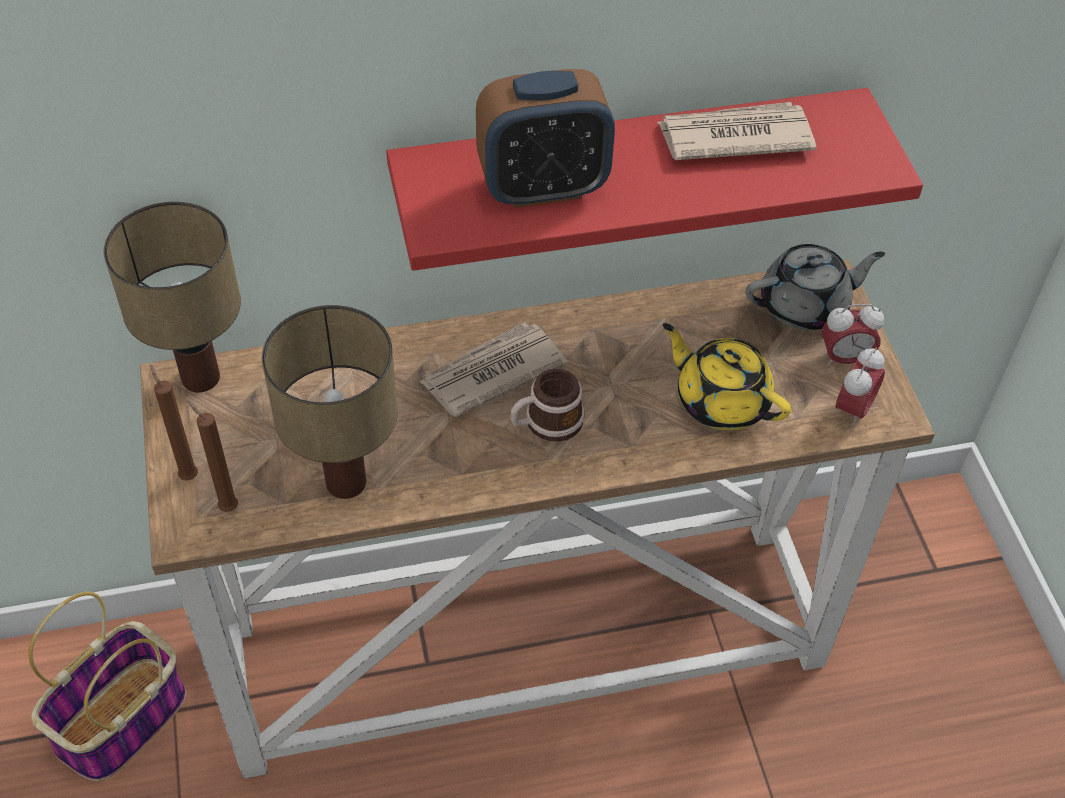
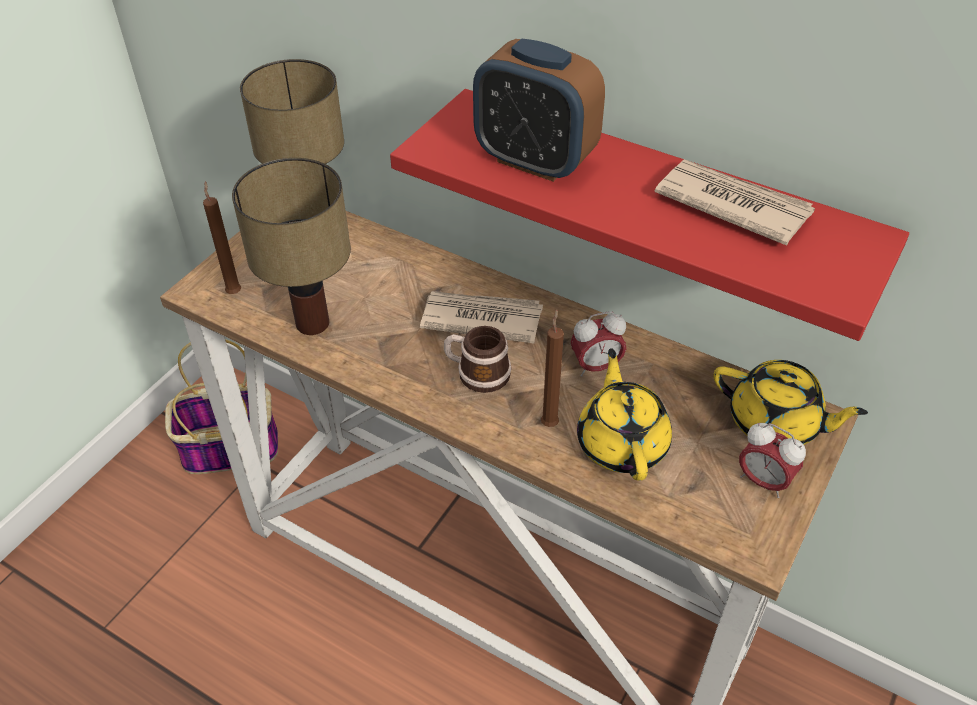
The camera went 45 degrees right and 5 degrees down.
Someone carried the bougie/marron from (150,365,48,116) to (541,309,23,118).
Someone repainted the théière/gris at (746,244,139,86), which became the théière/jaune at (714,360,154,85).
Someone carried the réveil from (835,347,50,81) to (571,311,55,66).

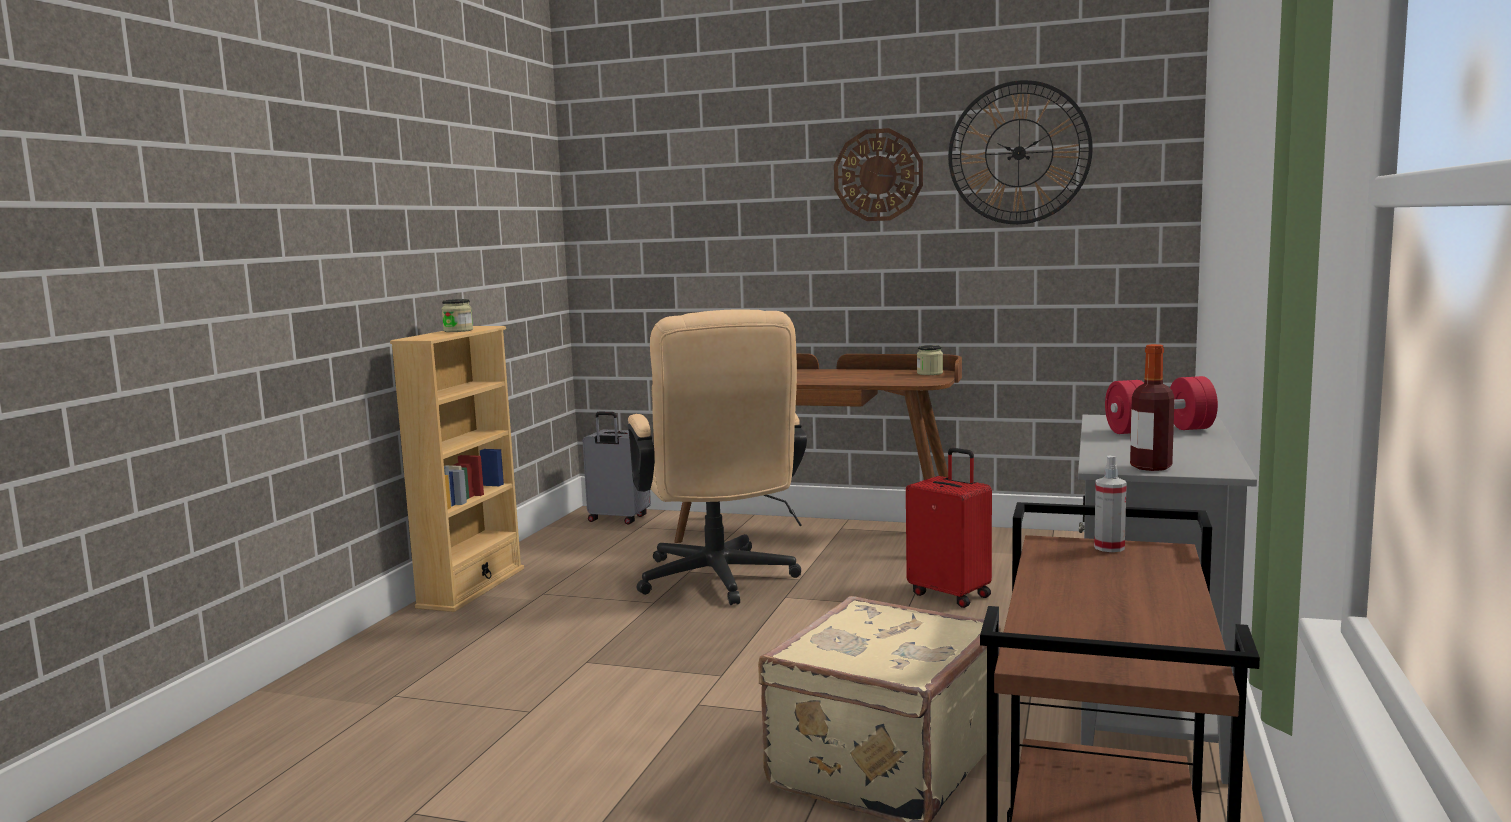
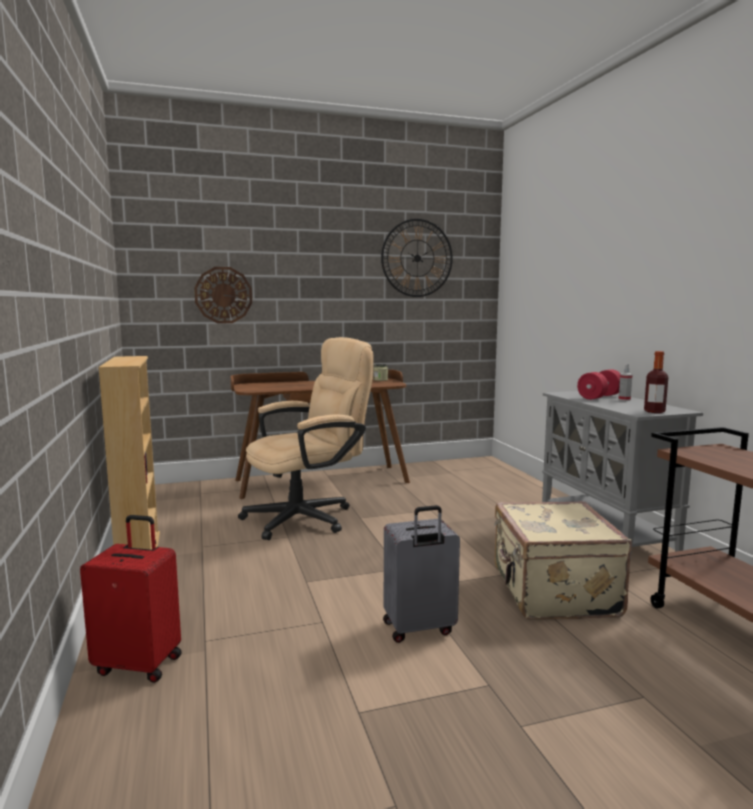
The camera went 35 degrees left and 0 degrees up.
Someone took away the bocal at (441,299,32,33).
Someone carried the valise/gris from (583,411,68,113) to (383,505,77,138).
Someone rotated the chaise de bureau/beige at (628,309,179,296) by 75 degrees counterclockwise.
Someone carried the horloge murale from (834,128,89,93) to (194,267,58,56).
Someone carried the valise/rouge from (906,448,86,160) to (80,515,102,168).
Someone carried the vaporisateur from (1094,456,33,96) to (618,364,15,37).

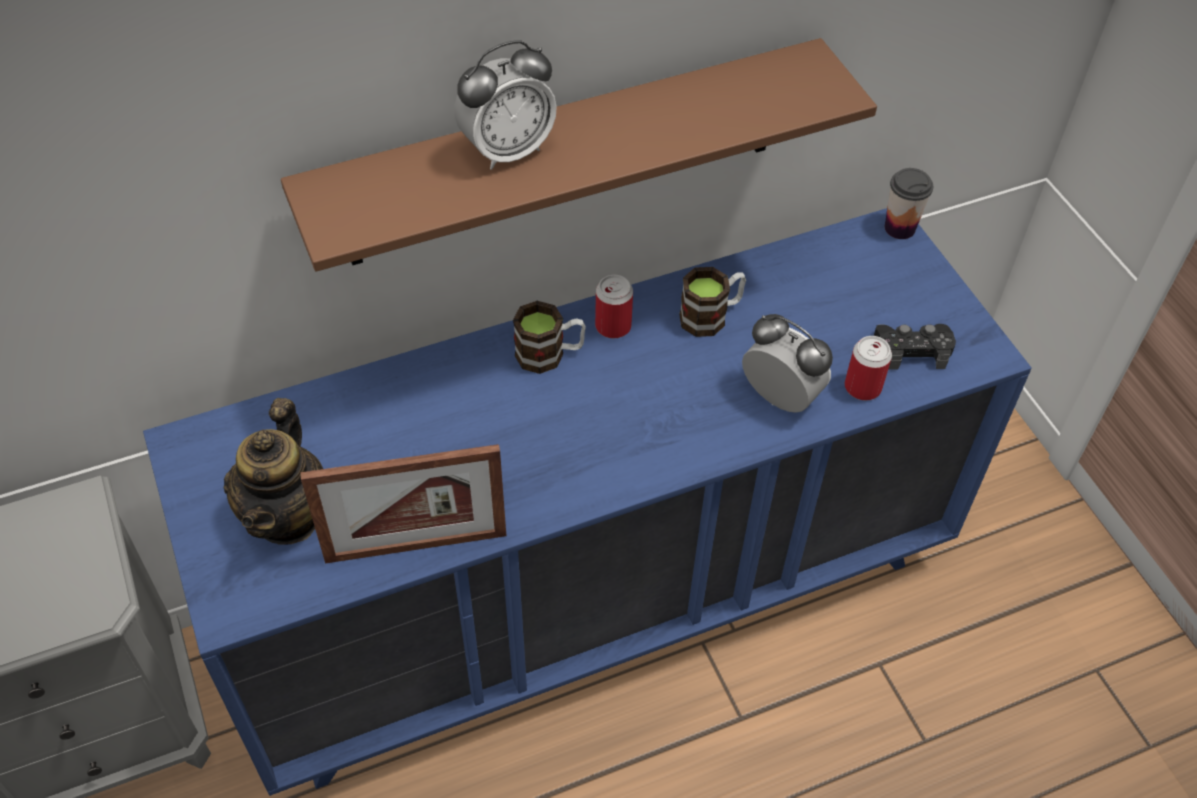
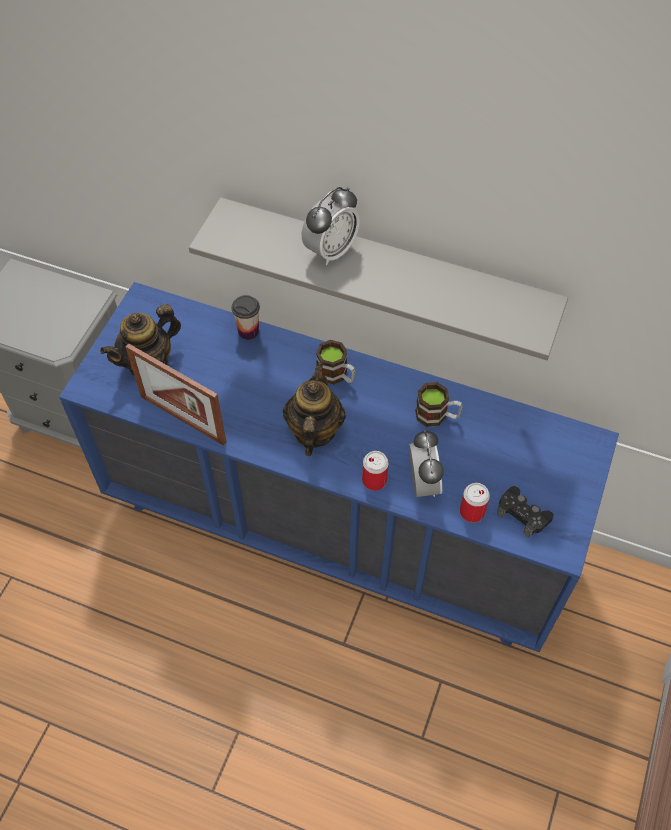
The camera went 45 degrees right and 5 degrees up.
Someone repainted the étagère/marron at (281,38,596,234), which became the étagère/gris at (189,197,379,163).
Someone rotated the réveil at (455,40,102,130) by 60 degrees counterclockwise.
Someone carried the boîte métallique from (595,275,38,63) to (362,451,27,40).
Someone carried the tasse from (885,168,48,71) to (232,295,28,45).
Someone put down the théière at (283,362,63,94).

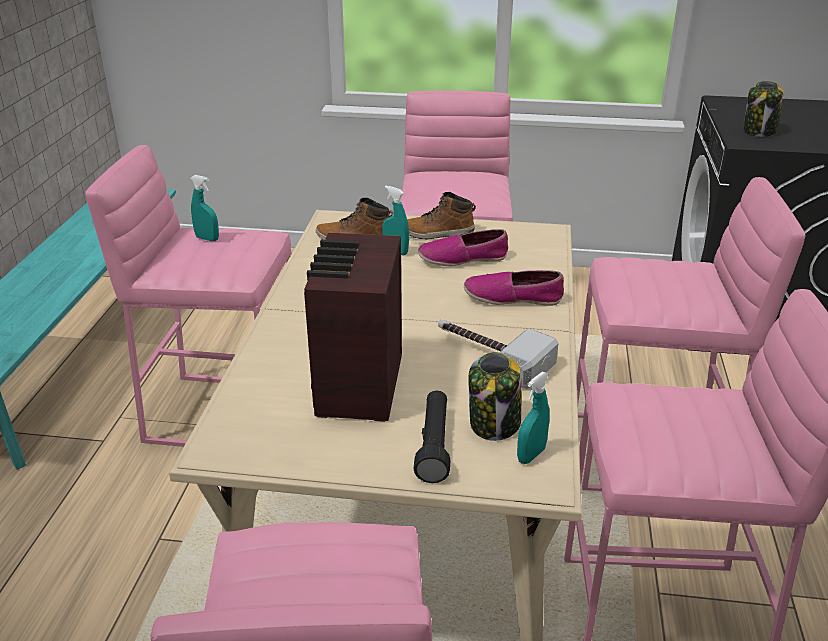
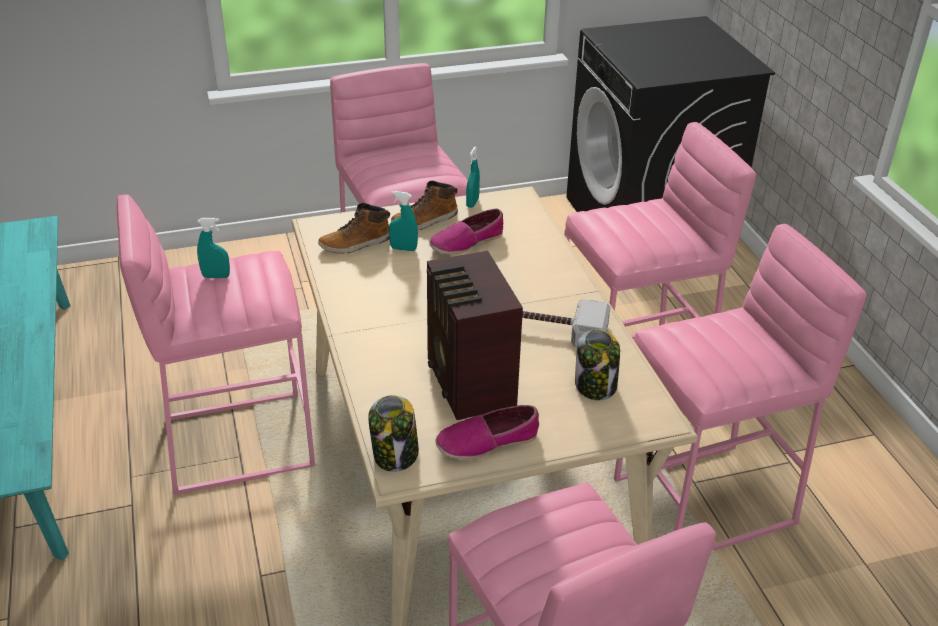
The camera went 25 degrees left and 5 degrees up.
Someone took away the lampe de poche/noir at (414,390,36,93).
Someone carried the chaussure from (464,270,100,36) to (435,405,104,54).
Someone carried the vaporisateur/turquoise from (517,372,33,92) to (466,147,14,61).
Someone carried the bocal from (743,81,40,56) to (368,395,51,77).

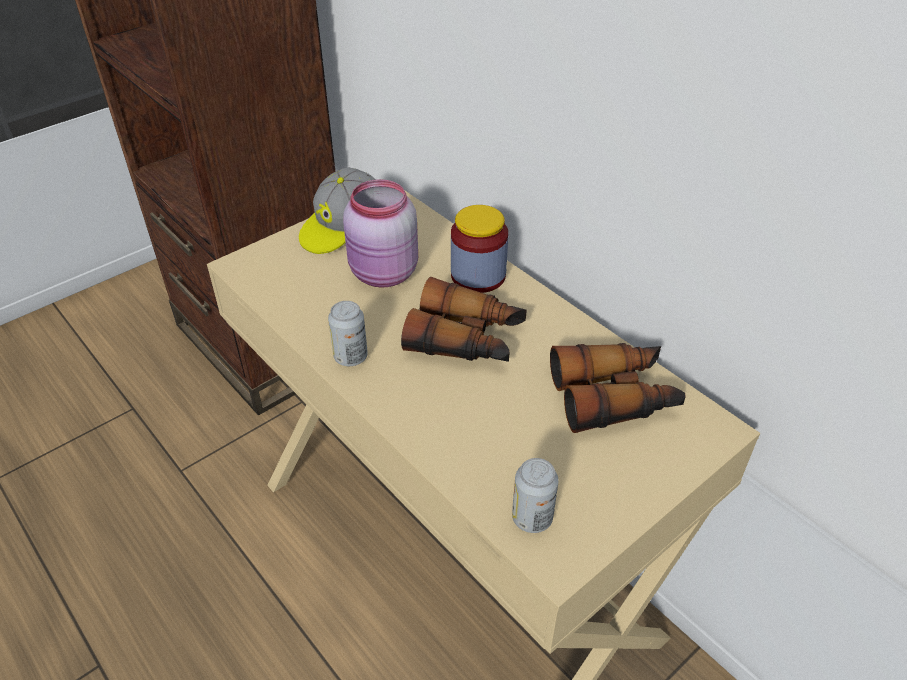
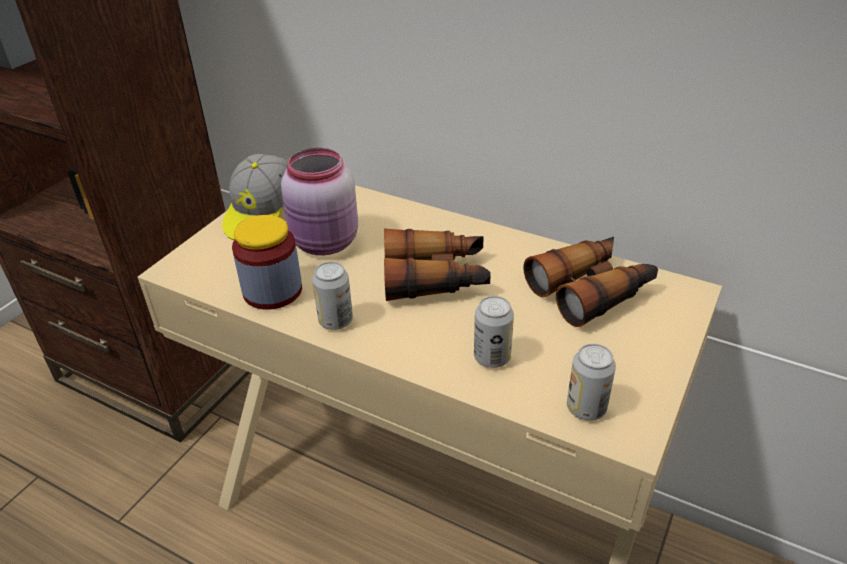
The camera went 20 degrees left and 5 degrees down.
Someone carried the bocal from (451,205,57,88) to (232,215,70,95).
Someone put down the boîte métallique at (474,296,40,72).

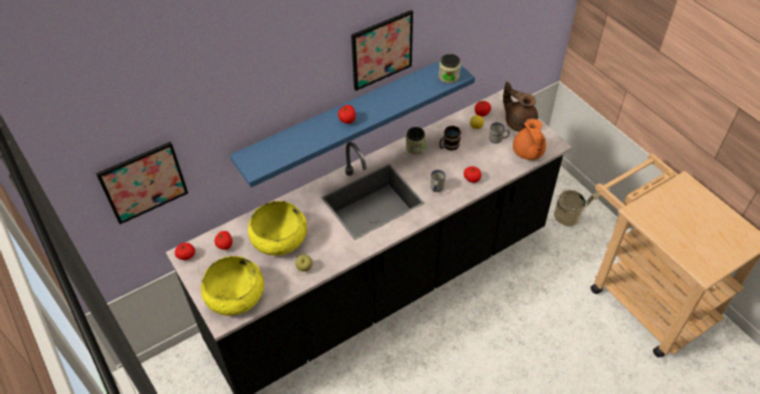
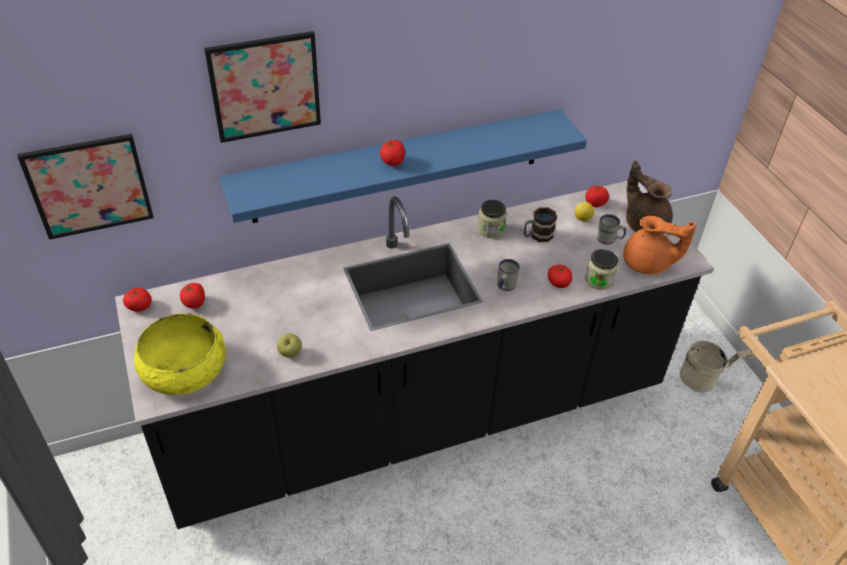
The camera went 10 degrees right and 5 degrees down.
Someone took away the bol/jaune at (248,201,59,55).
Someone carried the tableau from (351,10,62,81) to (204,31,117,112).
Someone carried the bocal from (439,54,22,29) to (585,249,33,41).
Someone rotated the théière/orange at (513,119,33,41) by 75 degrees counterclockwise.

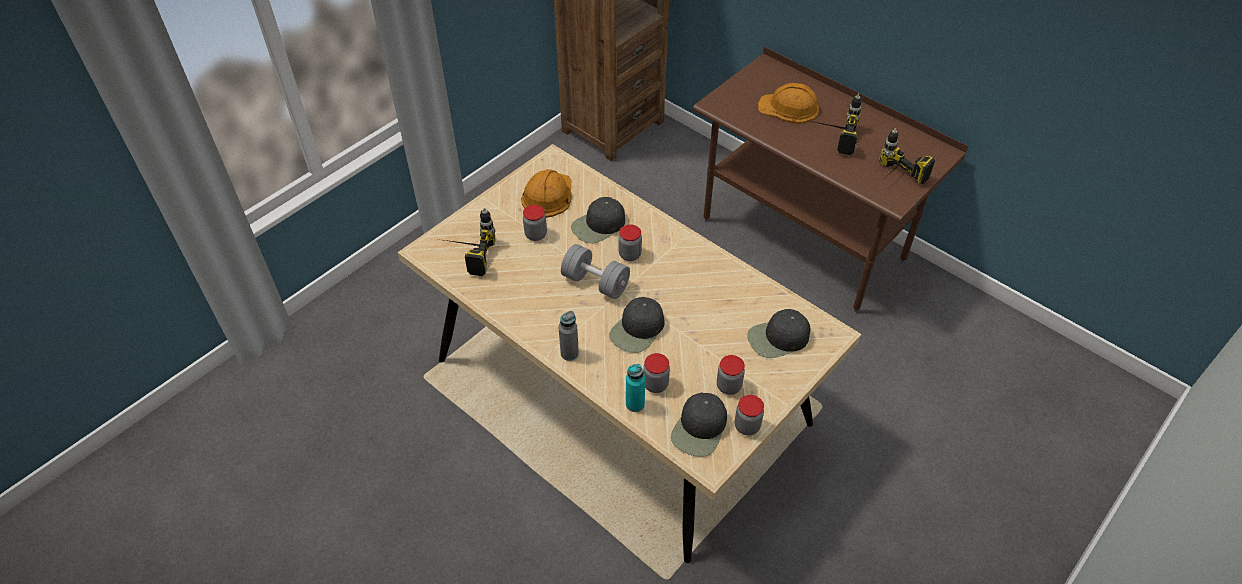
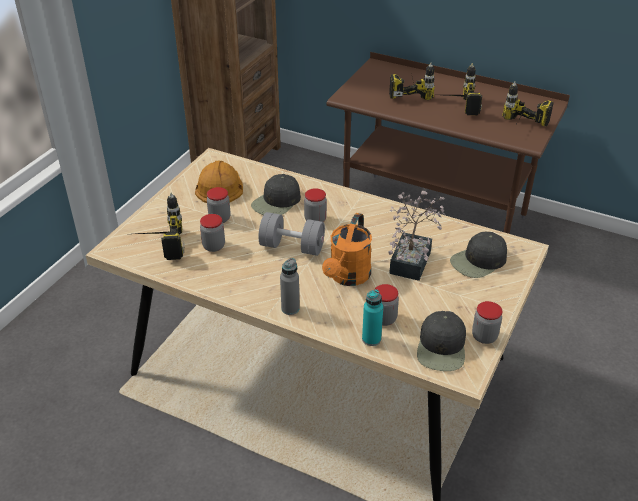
The camera went 15 degrees left and 10 degrees down.
Someone swapped the casquette/noir at (609,297,56,56) for the arrosoir/orange at (322,213,50,73).
Someone carried the bocal from (717,355,28,40) to (200,214,25,38).
Someone swapped the casque de chantier/orange at (758,83,61,41) for the perceuse at (389,62,46,38).
Someone put down the plante en pot at (388,191,57,90).

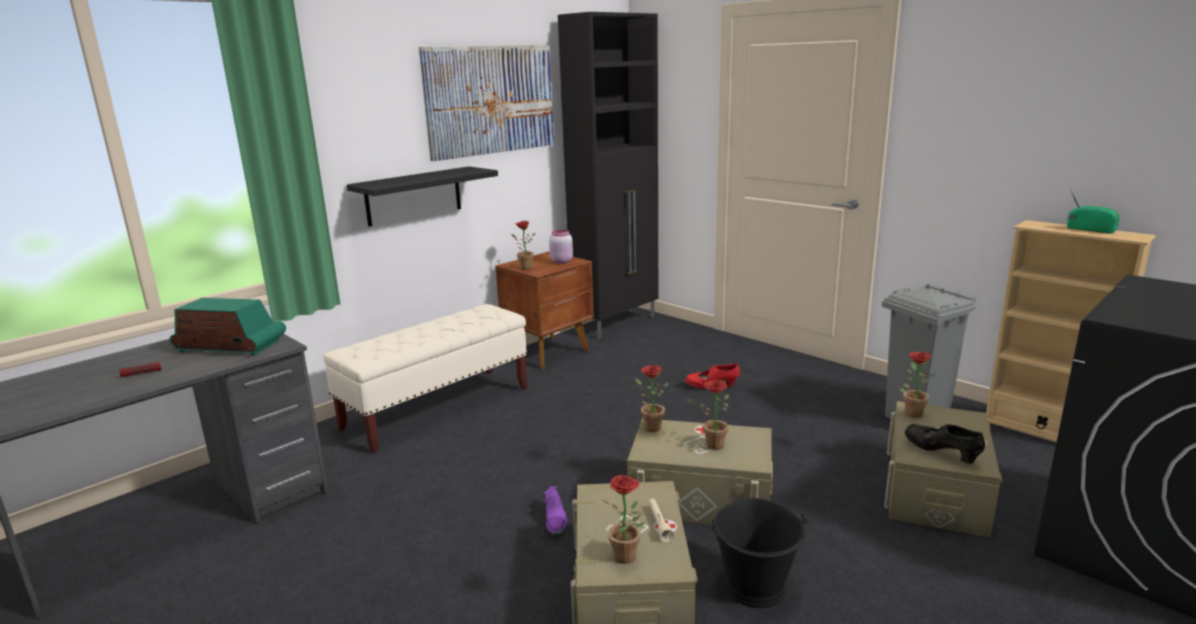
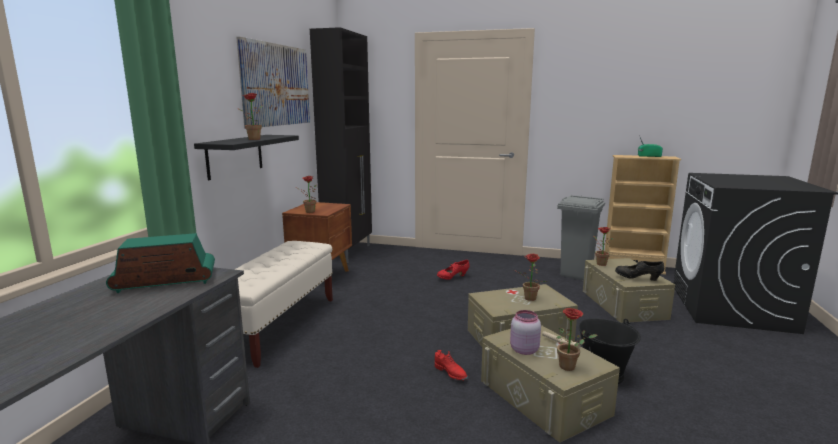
The camera went 30 degrees left and 5 degrees down.
Someone took away the lampe de poche at (119,362,43,15).
Someone repainted the chaussure/violet at (545,486,22,48), which became the chaussure/rouge at (435,350,33,31).
Someone carried the bocal/rose from (549,229,24,35) to (510,310,31,45).
Someone carried the plante en pot from (635,365,34,67) to (238,93,24,47).

